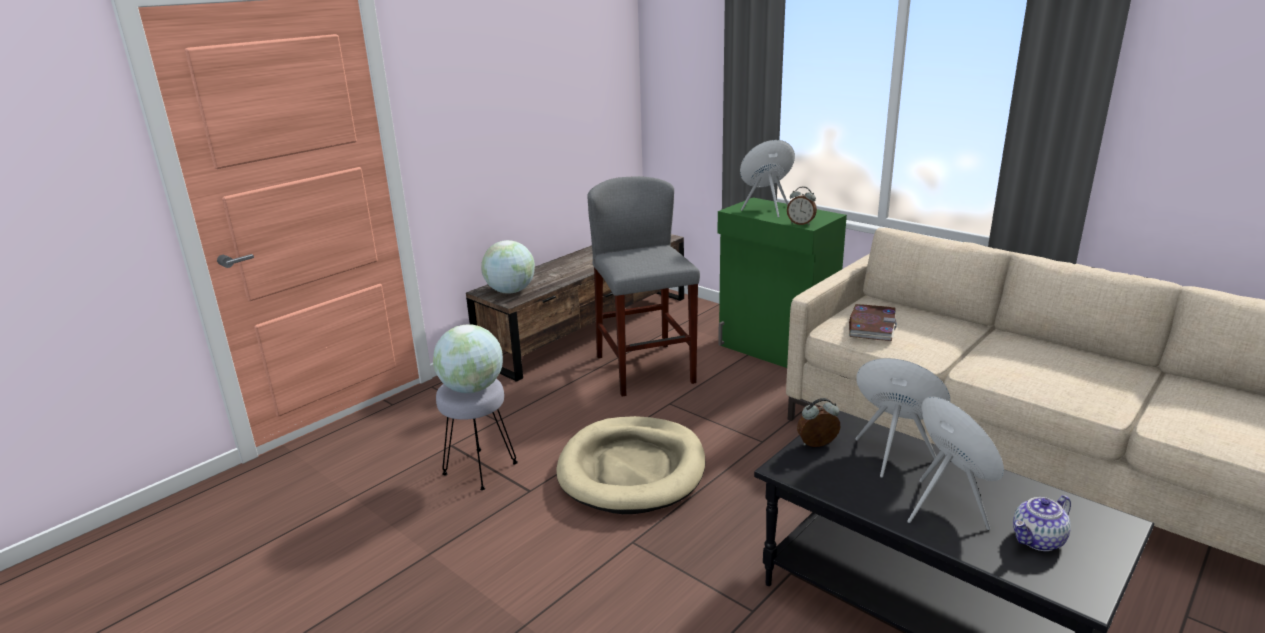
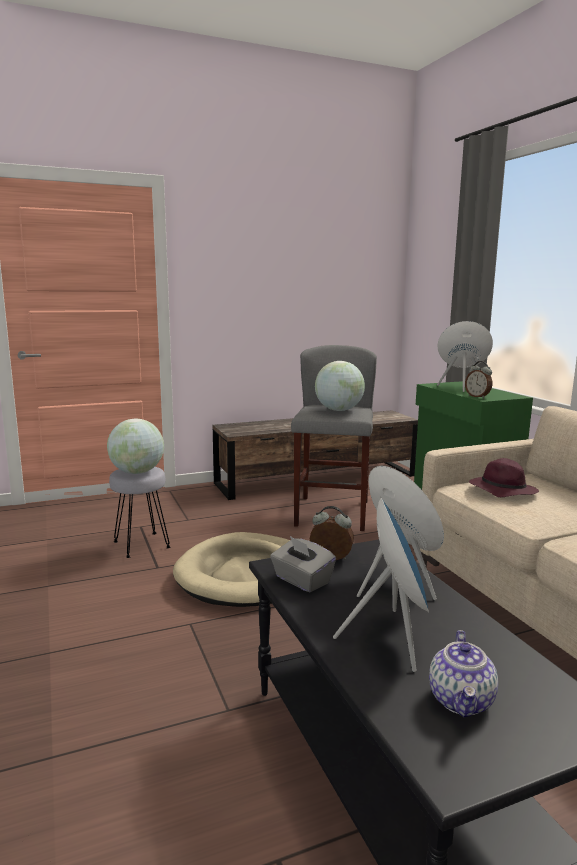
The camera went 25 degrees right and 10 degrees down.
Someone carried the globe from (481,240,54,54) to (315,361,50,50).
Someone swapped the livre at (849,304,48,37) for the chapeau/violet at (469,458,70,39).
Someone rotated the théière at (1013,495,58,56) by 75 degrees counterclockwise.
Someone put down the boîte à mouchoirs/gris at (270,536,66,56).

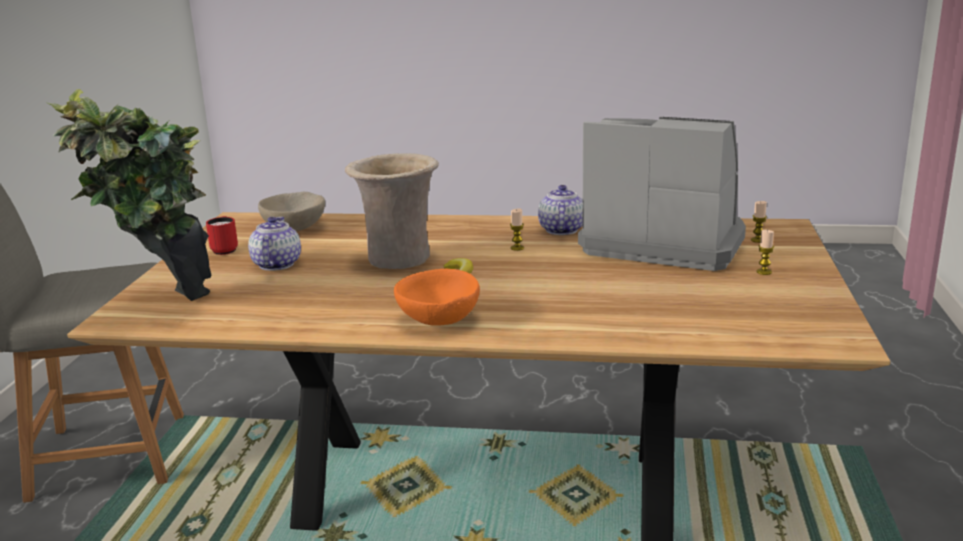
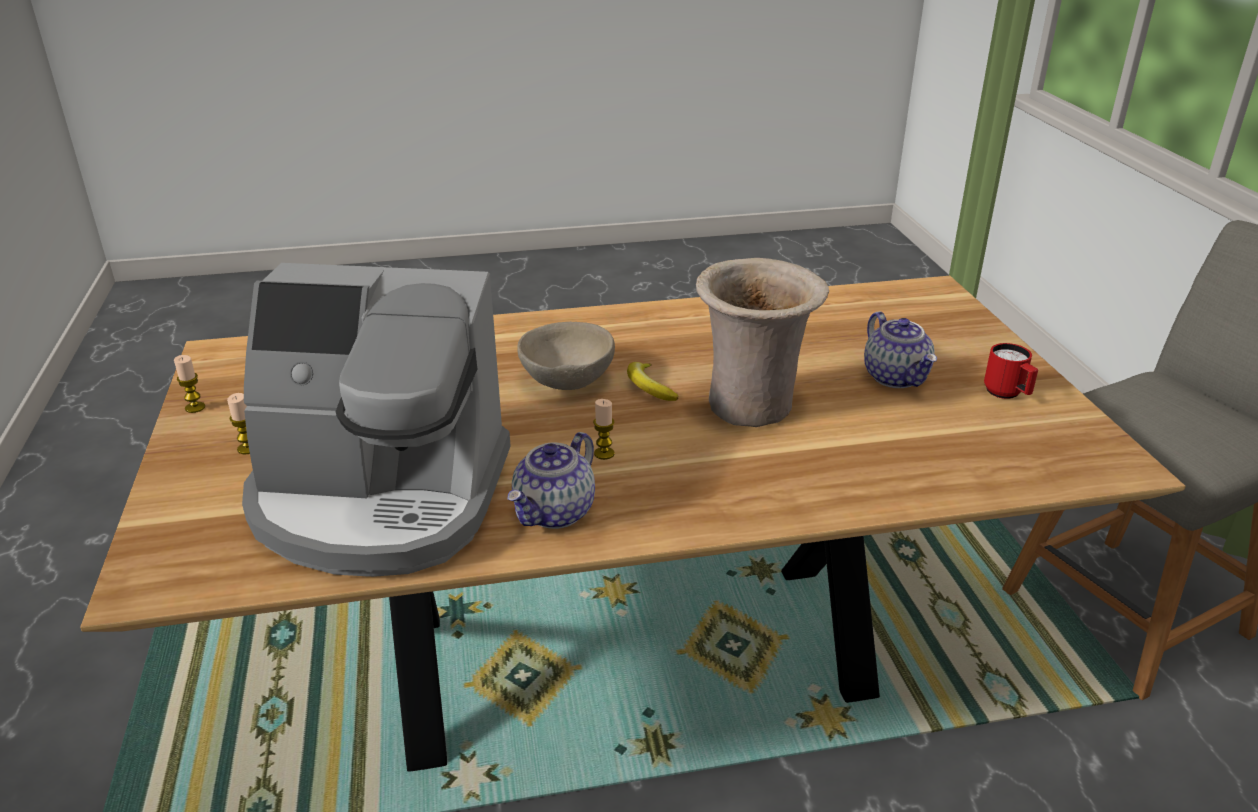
The camera went 160 degrees right and 10 degrees up.
Someone took away the plante en pot at (45,89,166,212).
Someone carried the bol/beige from (258,192,67,39) to (517,322,98,68).
Someone took away the bol/orange at (394,269,86,57).
Someone rotated the théière at (538,185,45,50) by 45 degrees clockwise.
Someone carried the bougie from (751,201,16,42) to (174,355,31,58).

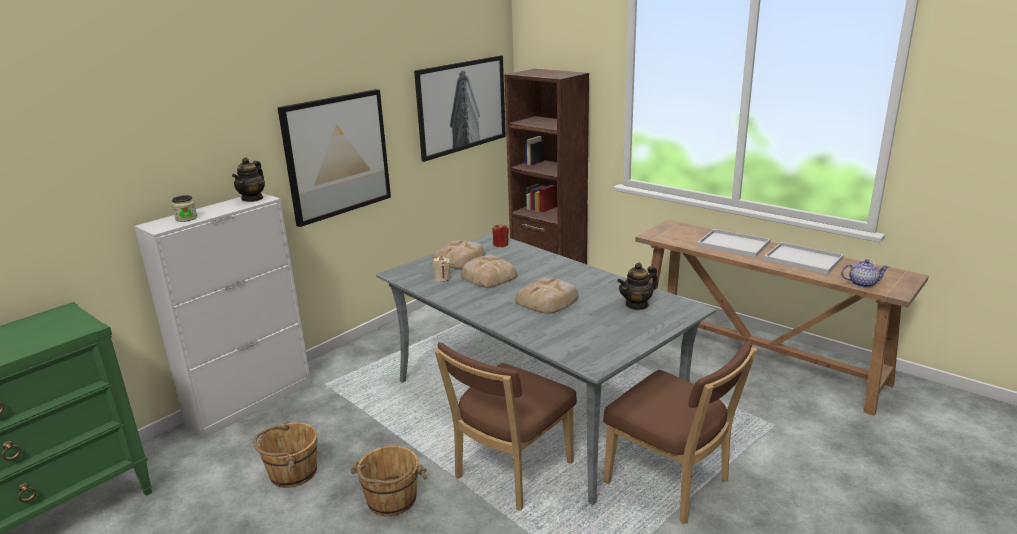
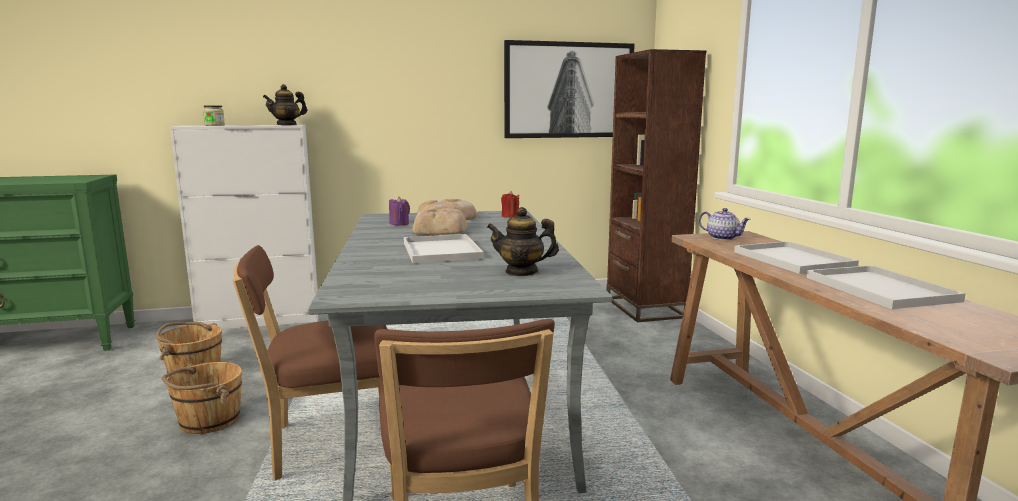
The camera went 35 degrees right and 10 degrees down.
Someone took away the tableau at (278,89,113,138).
Someone repainted the bougie/beige at (433,256,18,26), which became the bougie/violet at (389,197,21,29).
Someone swapped the pain at (515,277,64,37) for the plateau/blanc at (404,234,80,29).
Someone carried the théière from (841,259,48,29) to (699,208,51,32).

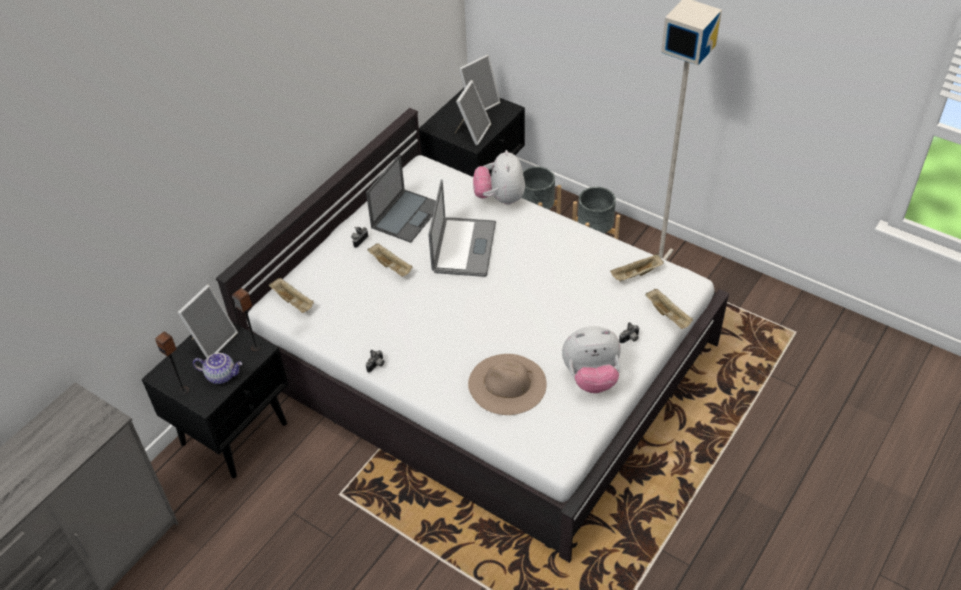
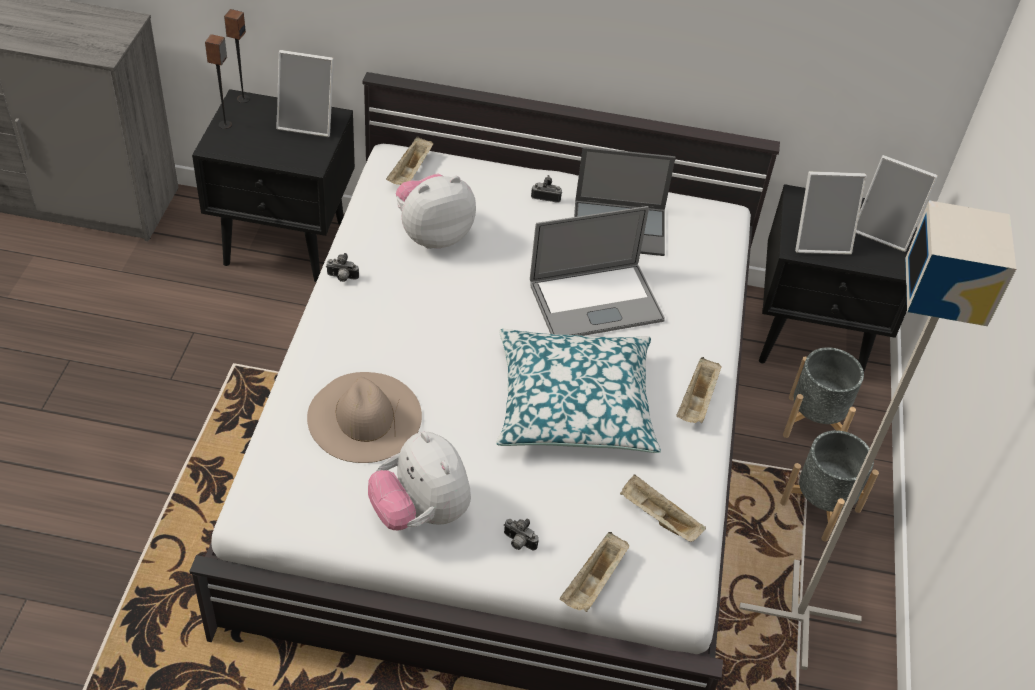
The camera went 60 degrees right and 0 degrees up.
Someone took away the théière at (193,353,49,31).
Someone carried the enceinte from (232,288,29,64) to (224,9,26,94).
Someone carried the plateau/beige from (367,243,46,34) to (677,357,45,66).
Someone carried the peluche from (473,150,52,55) to (396,174,80,75).
Someone put down the coussin at (496,329,165,124).

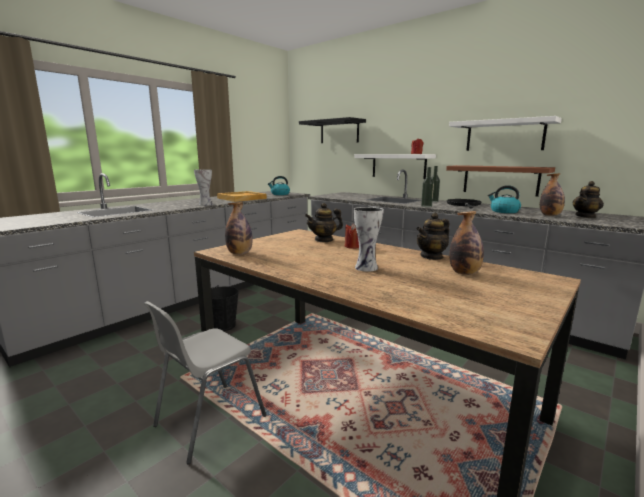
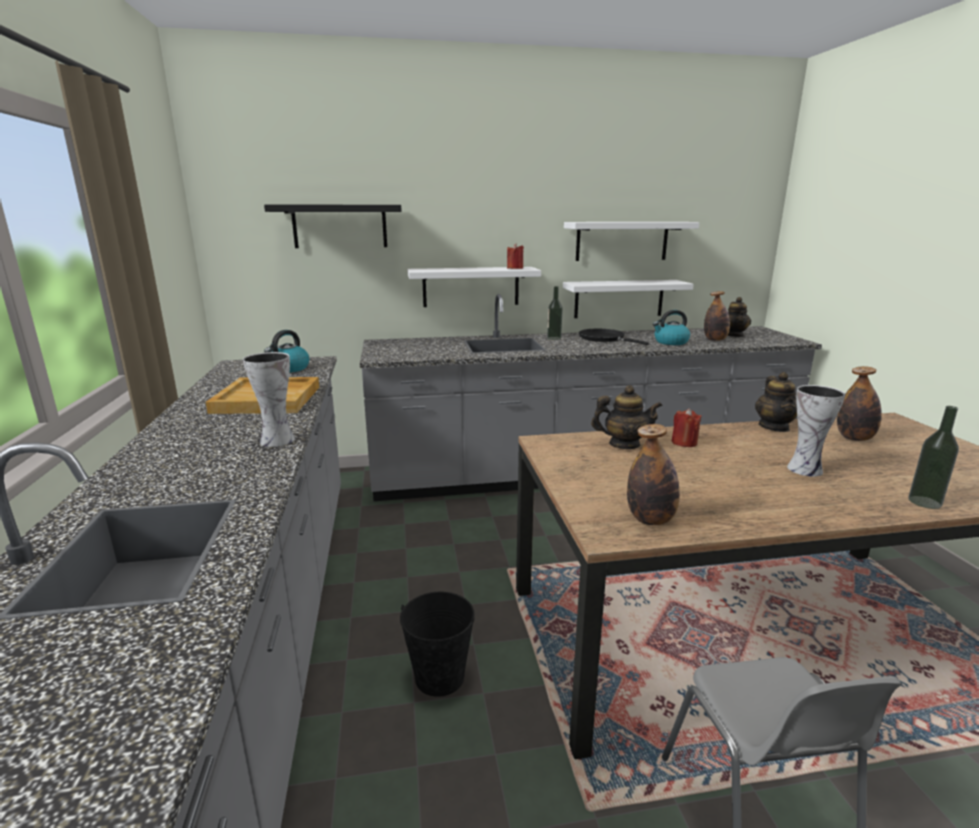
The camera went 50 degrees left and 5 degrees up.
Someone rotated the théière at (305,203,38,39) by 105 degrees counterclockwise.
Someone carried the bouteille from (421,167,13,40) to (908,406,51,103).
Someone repainted the étagère/marron at (446,165,109,32), which became the étagère/blanc at (563,280,131,38).

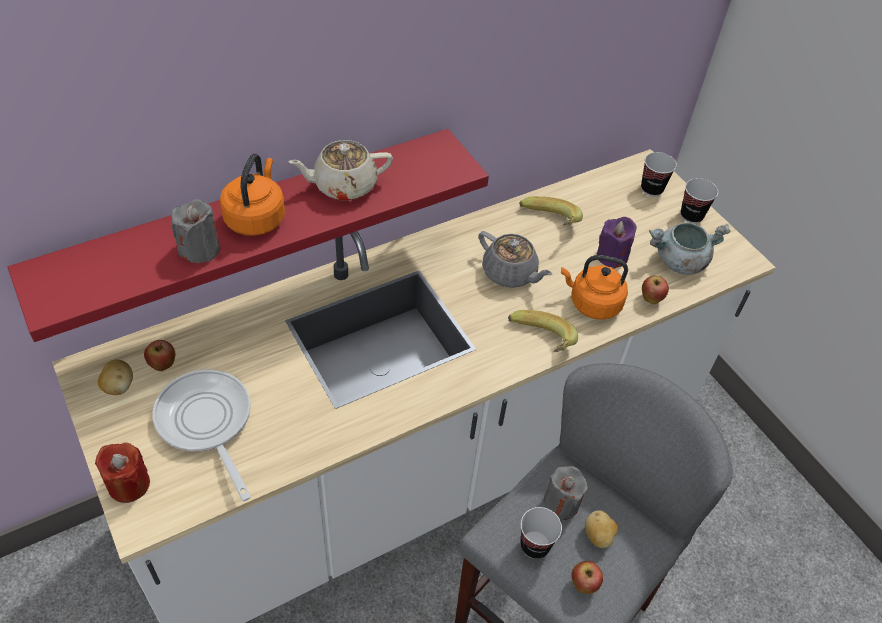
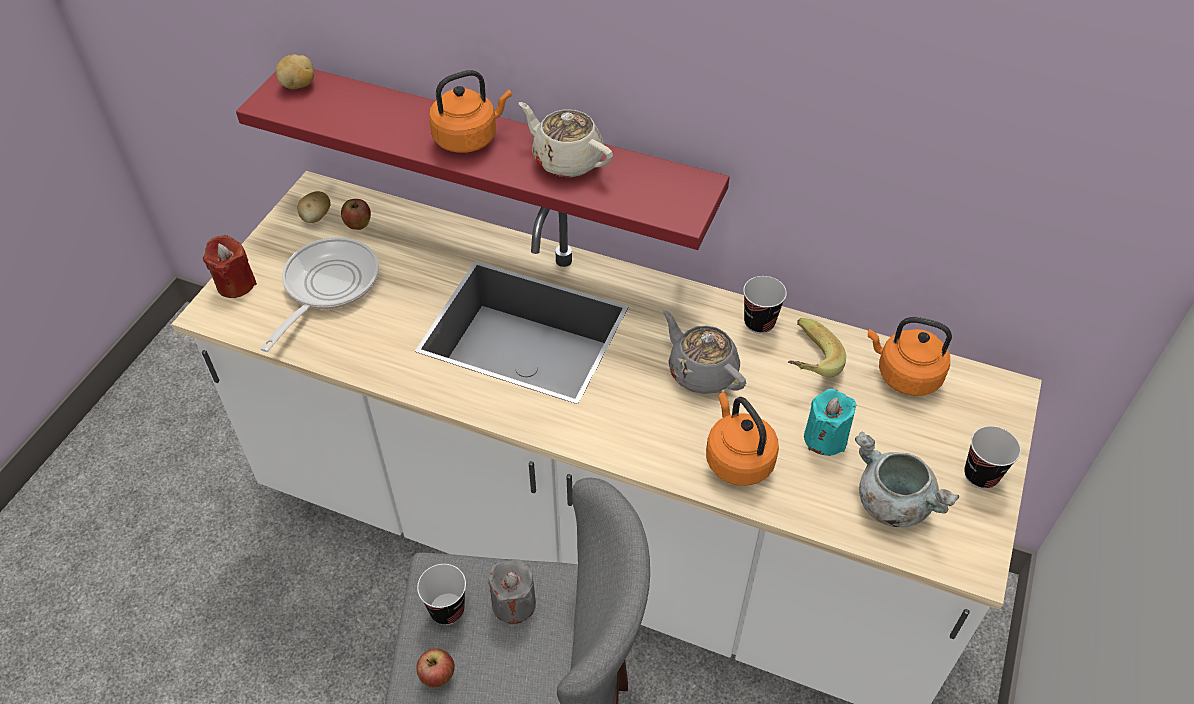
The camera went 55 degrees right and 0 degrees up.
Someone took away the bougie/gris at (171,199,49,64).
Someone rotated the théière/gris at (479,231,73,57) by 135 degrees clockwise.
Someone took away the banane at (508,310,70,42).
Someone carried the pomme de terre from (585,510,33,38) to (276,55,38,34).
Someone repainted the bougie/violet at (597,217,40,52), which became the bougie/turquoise at (804,389,53,67).
Someone carried the tasse from (641,152,36,45) to (743,276,44,58).
Someone took away the pomme at (642,276,27,28).
Someone put down the bouilloire/orange at (867,317,85,79).

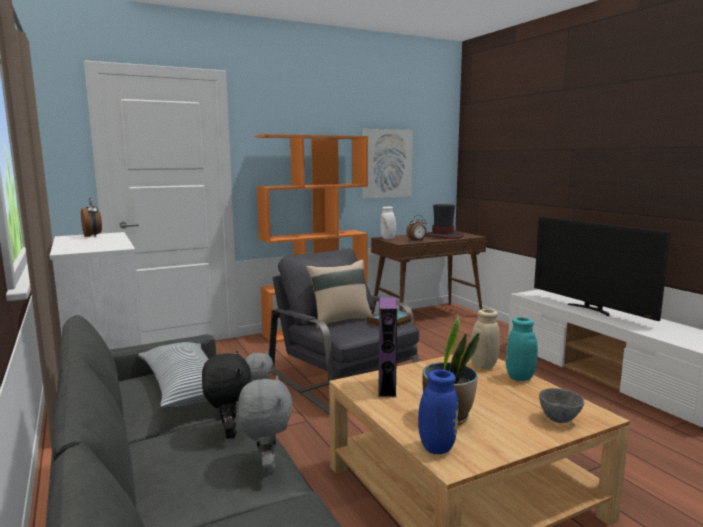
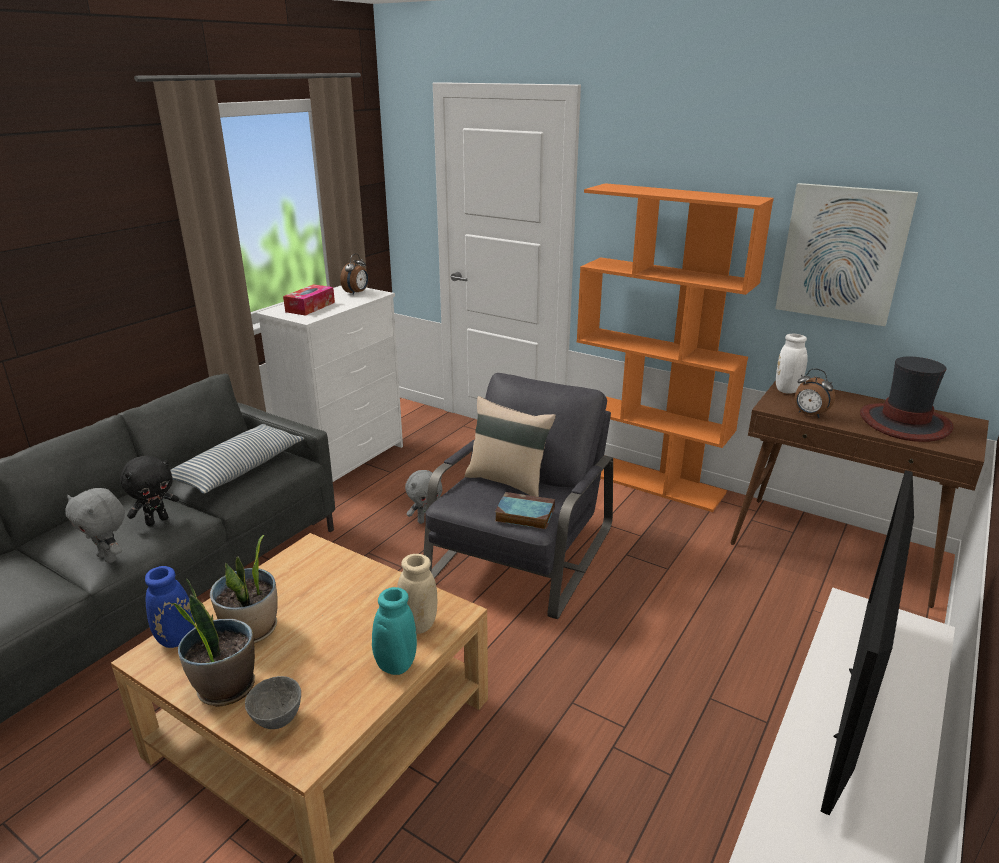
The camera went 60 degrees right and 15 degrees up.
Someone rotated the peluche/gris at (238,375,55,99) by 75 degrees clockwise.
Someone took away the enceinte/violet at (378,297,19,100).
Someone put down the plante en pot at (171,578,84,129).
Someone put down the boîte à mouchoirs at (283,284,52,32).

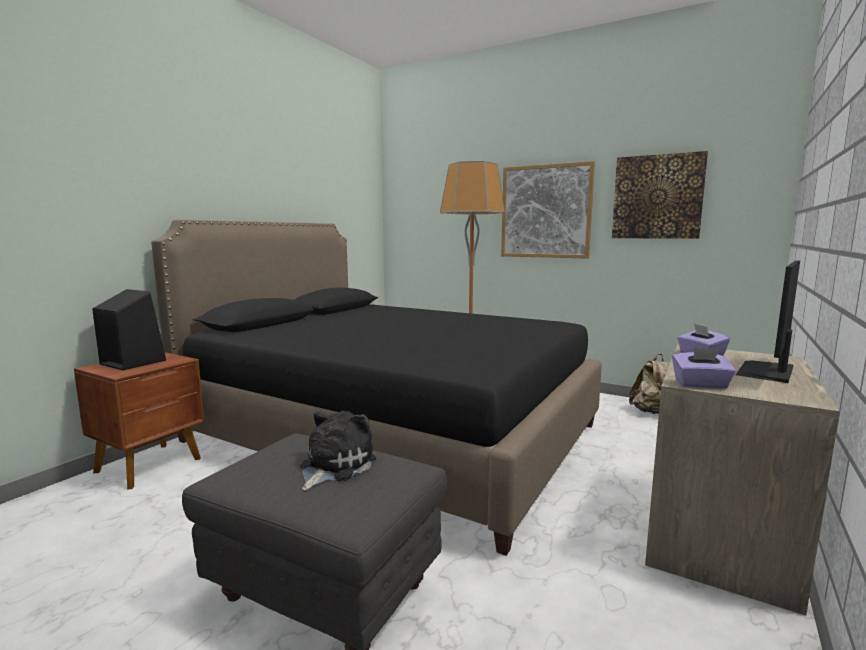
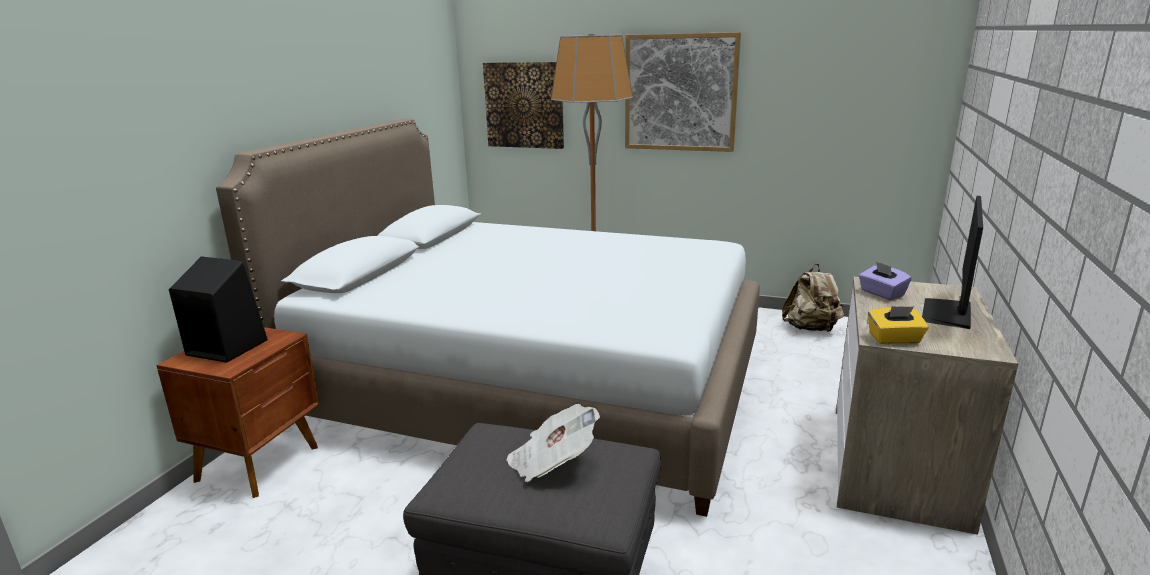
The camera went 10 degrees left and 10 degrees up.
Someone repainted the lit/noir at (151,220,451,336), which became the lit/blanc at (216,119,544,398).
Someone swapped the peluche at (300,411,76,80) for the journal at (506,404,94,78).
Someone carried the tableau from (612,151,96,88) to (483,62,81,87).
Someone repainted the boîte à mouchoirs/violet at (672,347,64,42), which became the boîte à mouchoirs/jaune at (868,306,61,38).

